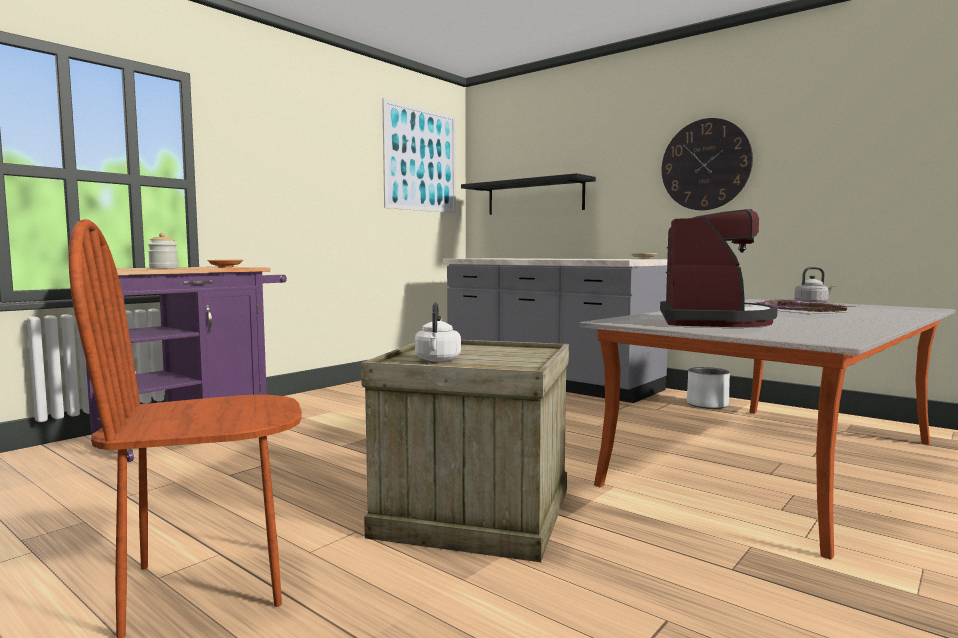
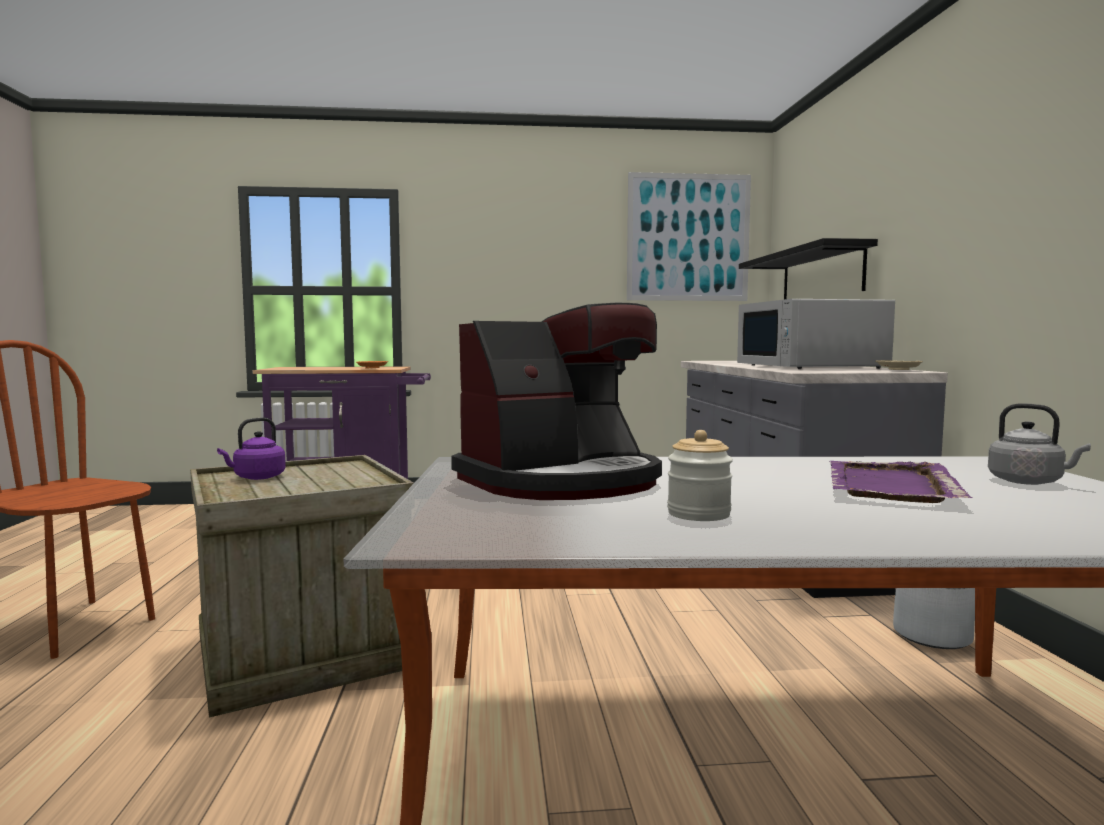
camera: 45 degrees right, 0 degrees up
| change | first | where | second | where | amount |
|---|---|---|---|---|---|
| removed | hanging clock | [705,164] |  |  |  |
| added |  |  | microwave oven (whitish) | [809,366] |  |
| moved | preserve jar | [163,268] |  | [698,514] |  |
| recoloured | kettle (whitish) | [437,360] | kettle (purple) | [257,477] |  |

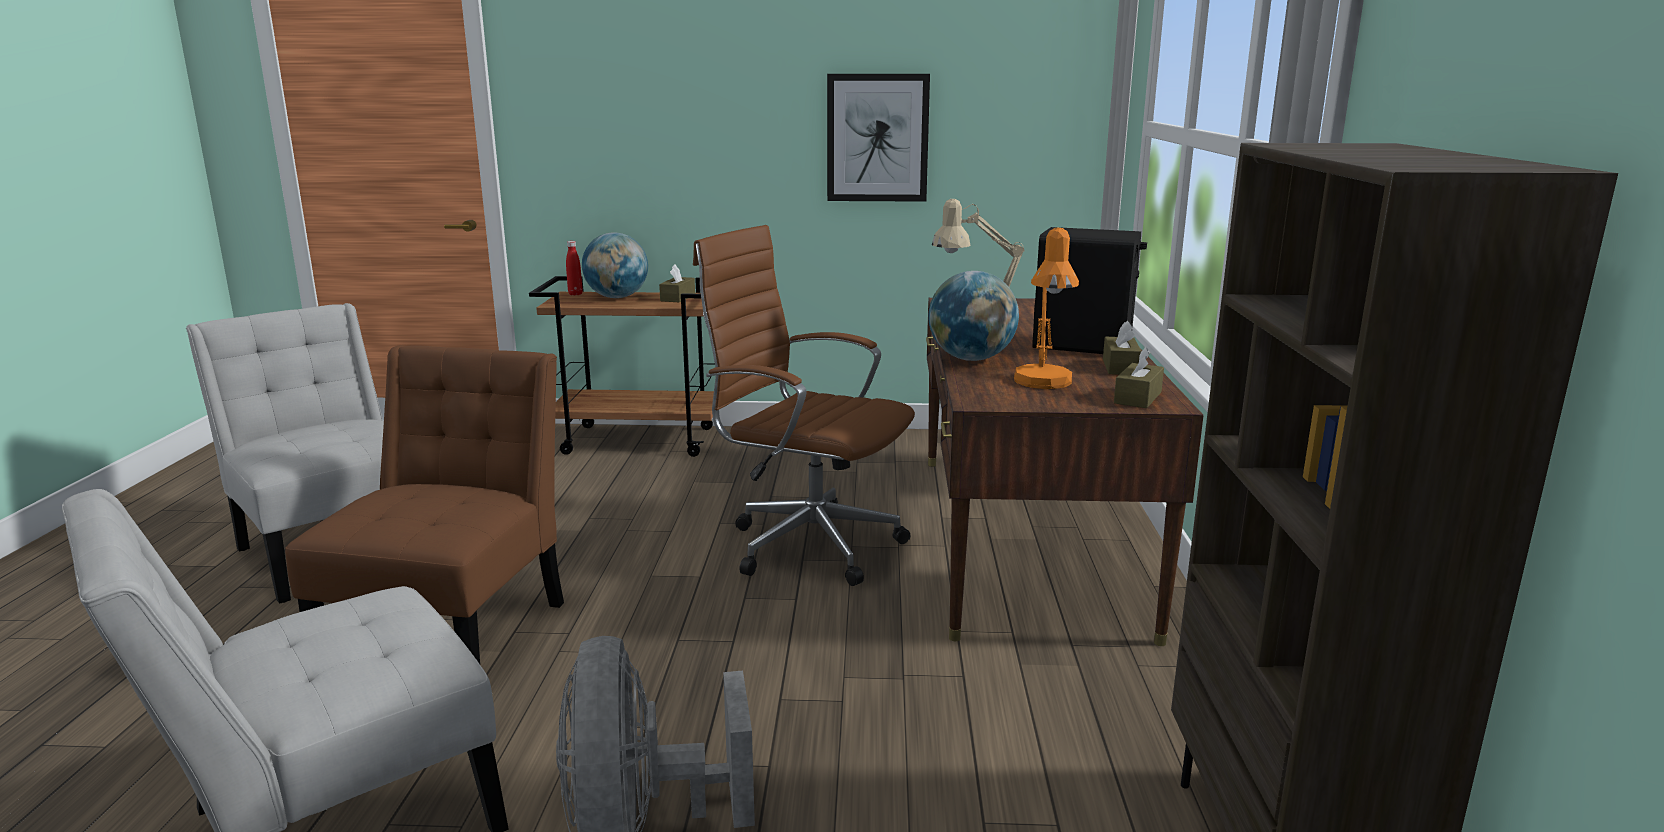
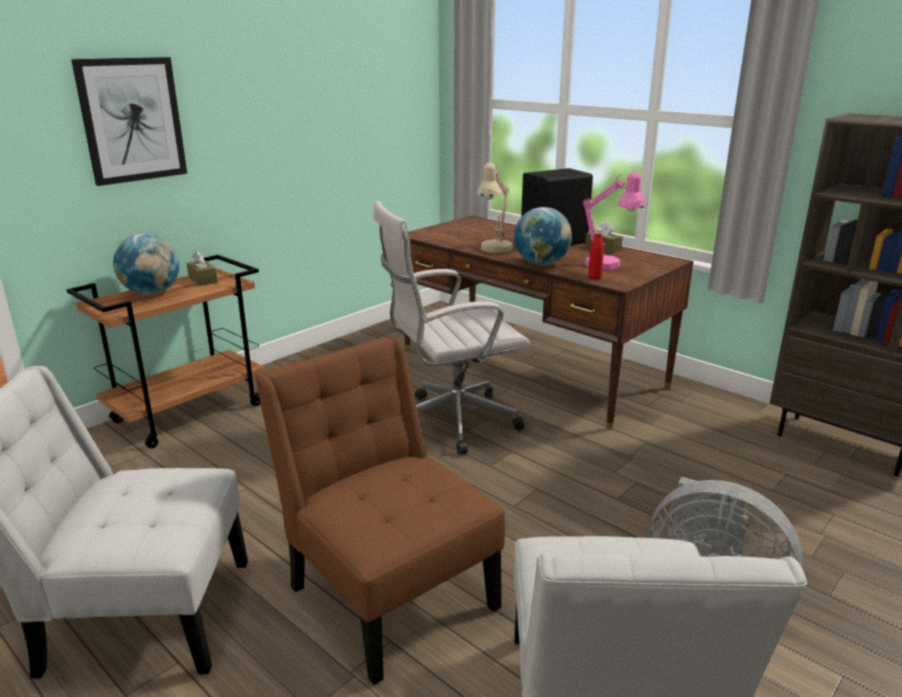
camera: 50 degrees left, 5 degrees up
| change | first | where | second | where | amount |
|---|---|---|---|---|---|
| removed | tissue holder (brown-coloured) | [1137,397] |  |  |  |
| moved | beverage bottle (red-coloured) | [575,294] |  | [594,277] |  |
| moved | picture | [877,138] |  | [132,120] |  |
| recoloured | office chair (brown-coloured) | [807,544] | office chair (whitish) | [450,422] |  |
| recoloured | tabletop lamp (orangey) | [1044,384] | tabletop lamp (pink) | [609,266] |  |

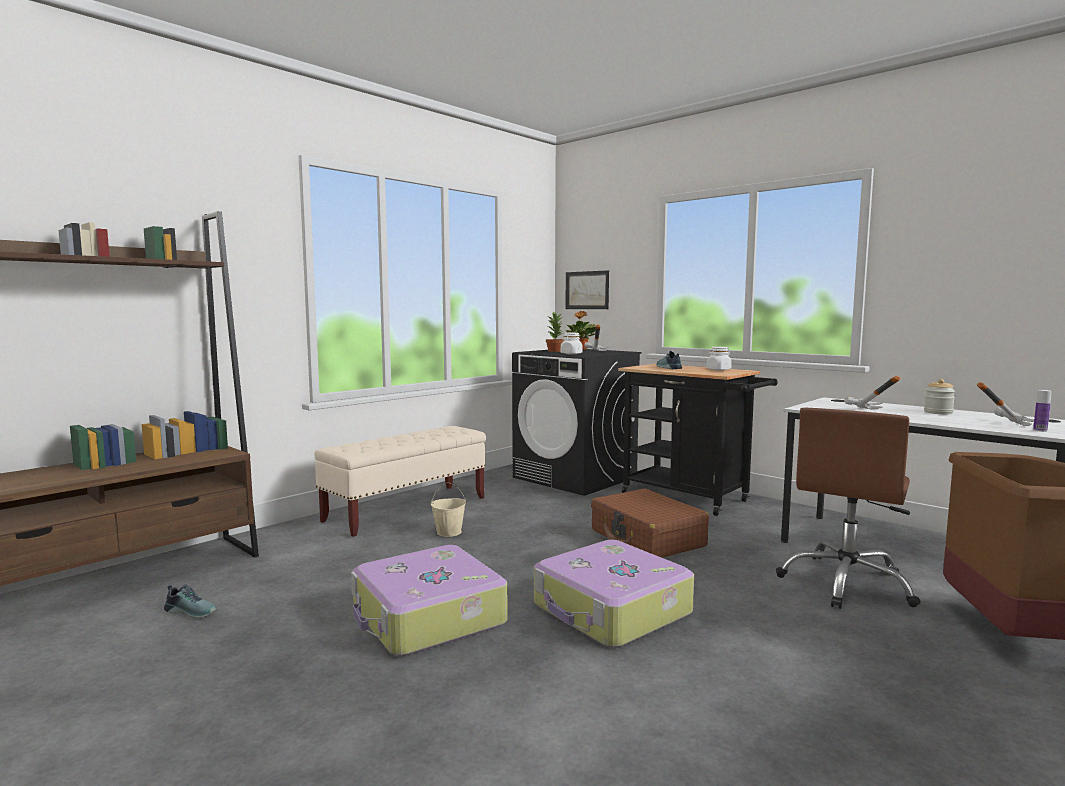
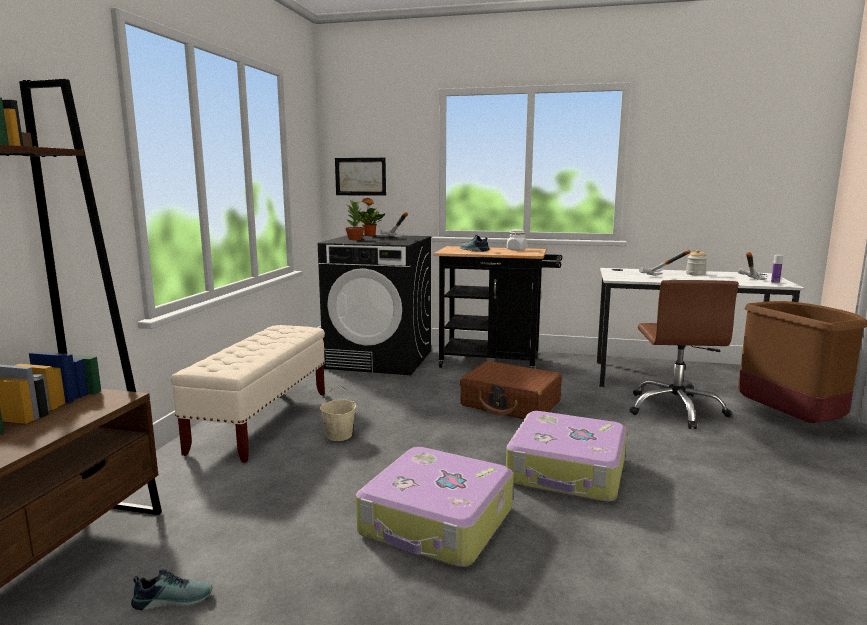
camera: 30 degrees left, 5 degrees up
| change | first | where | second | where | amount |
|---|---|---|---|---|---|
| removed | preserve jar (whitish) | [571,354] |  |  |  |

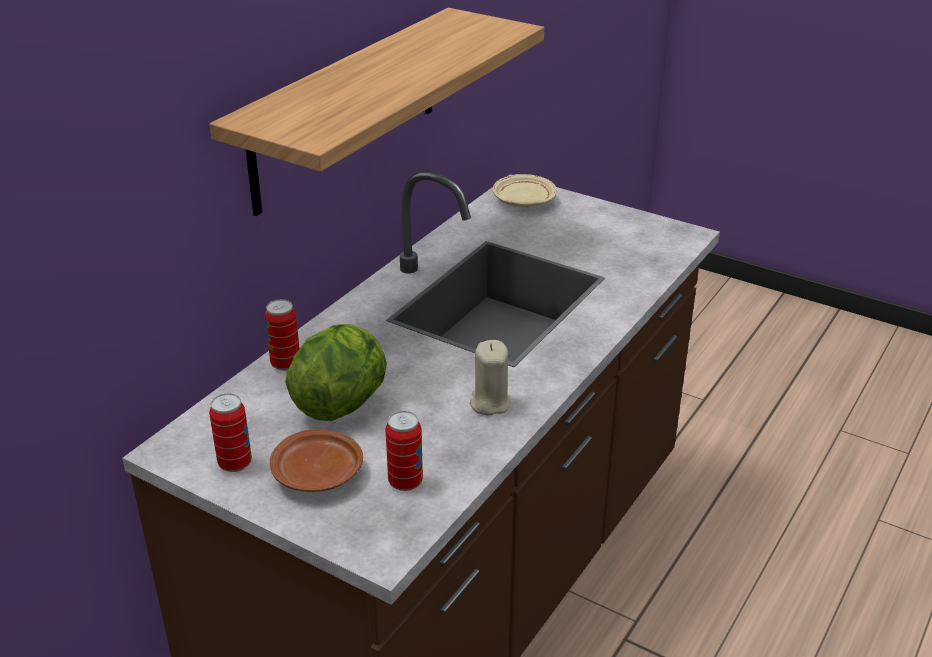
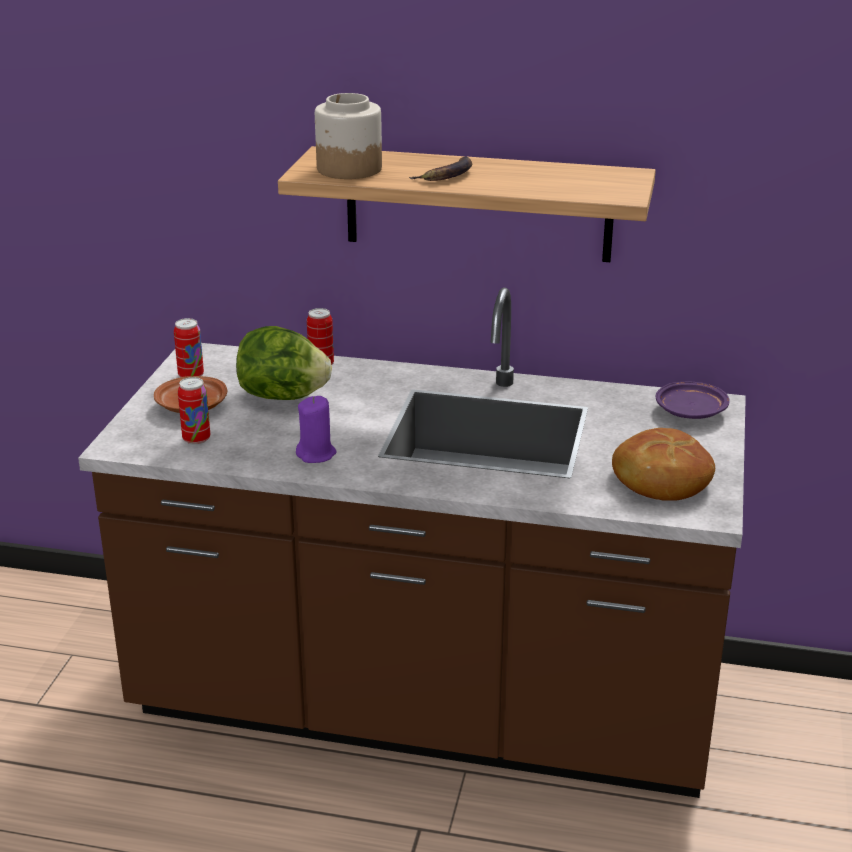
camera: 70 degrees right, 5 degrees down
| change | first | where | second | where | amount |
|---|---|---|---|---|---|
| added |  |  | preserve jar | [348,169] |  |
| added |  |  | banana fruit | [447,175] |  |
| added |  |  | bakery bread | [660,479] |  |
| recoloured | wax candle (beige) | [489,403] | wax candle (purple) | [316,454] |  |
| recoloured | dinner plate (beige) | [523,201] | dinner plate (purple) | [691,411] |  |

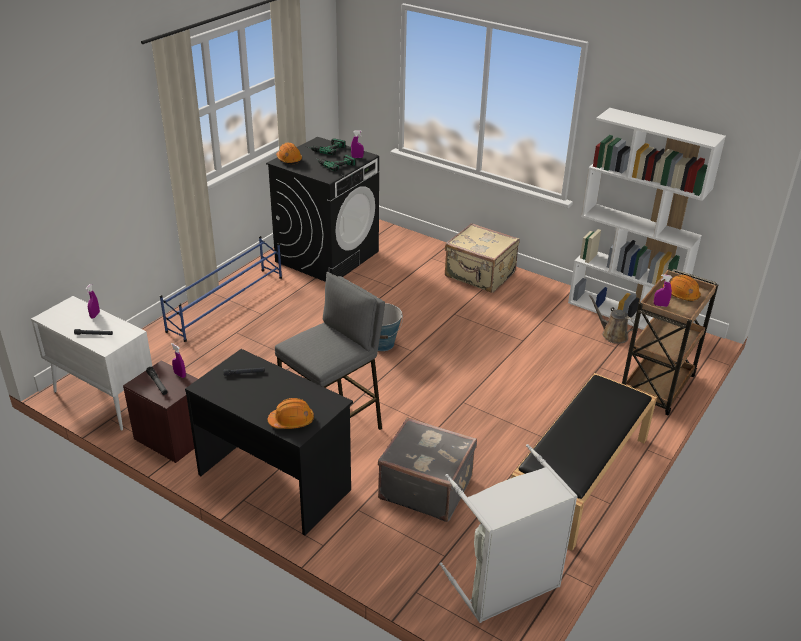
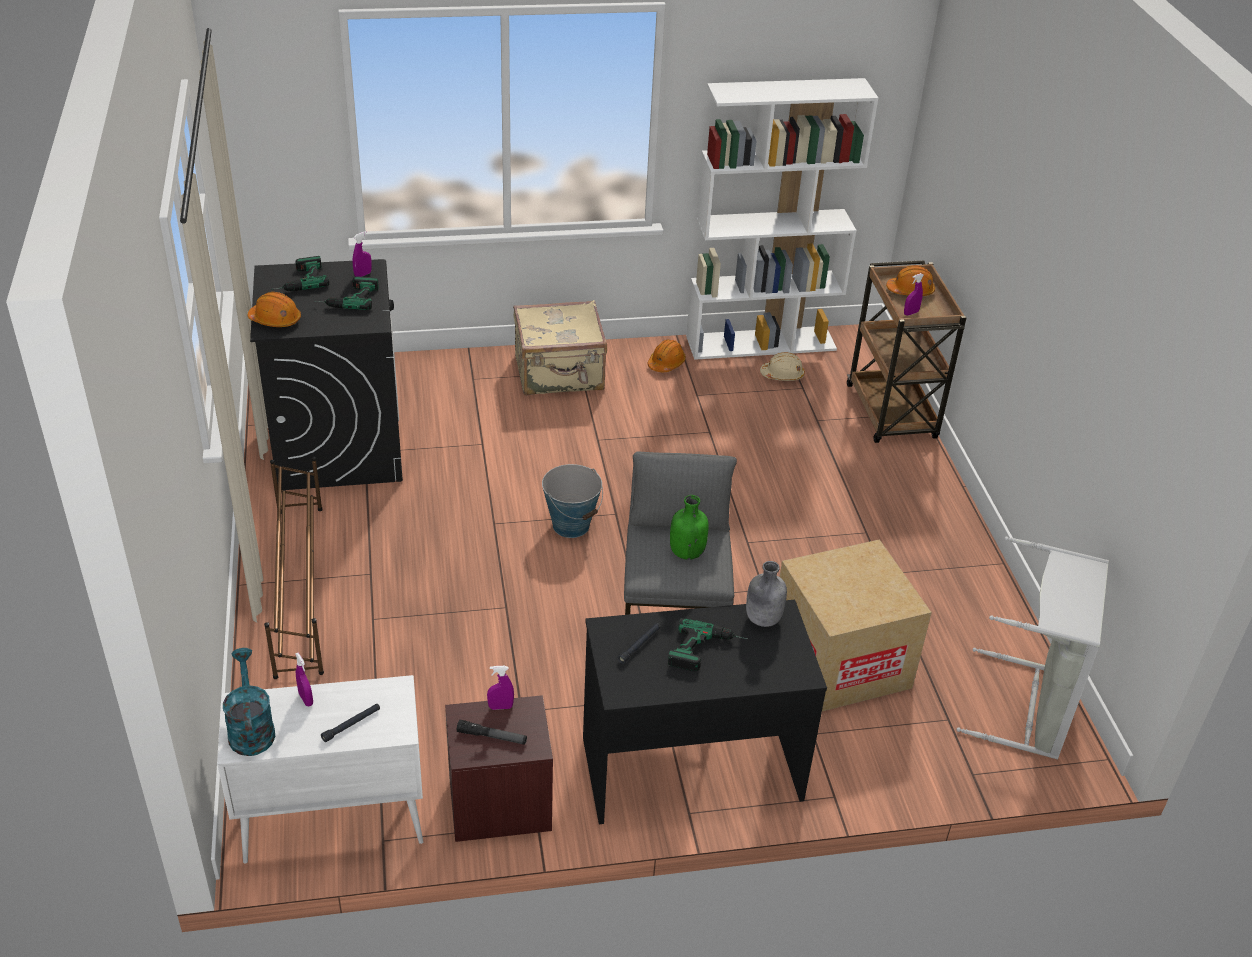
camera: 45 degrees left, 5 degrees up
| change | first | where | second | where | amount |
|---|---|---|---|---|---|
| removed | indoor bench (black-coloured) | [580,478] |  |  |  |
| added |  |  | watering pot (turquoise-coloured) | [250,728] |  |
| added |  |  | electric drill | [707,651] |  |
| added |  |  | beverage bottle (greenish) | [686,552] |  |
| added |  |  | beverage bottle (grey) | [762,619] |  |
| moved | safety helmet (orangey) | [291,421] |  | [666,363] |  |
| replaced | piece of luggage (grey) | [426,487] | cardboard box | [840,662] |  |
| replaced | watering pot (brown-coloured) | [612,335] | safety helmet (beige) | [782,375] |  |
| recoloured | shoe stand (blue) | [227,303] | shoe stand (brown-coloured) | [300,587] |  |

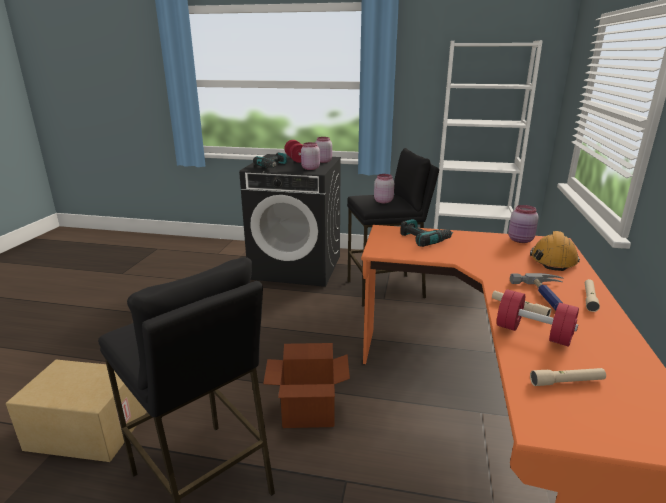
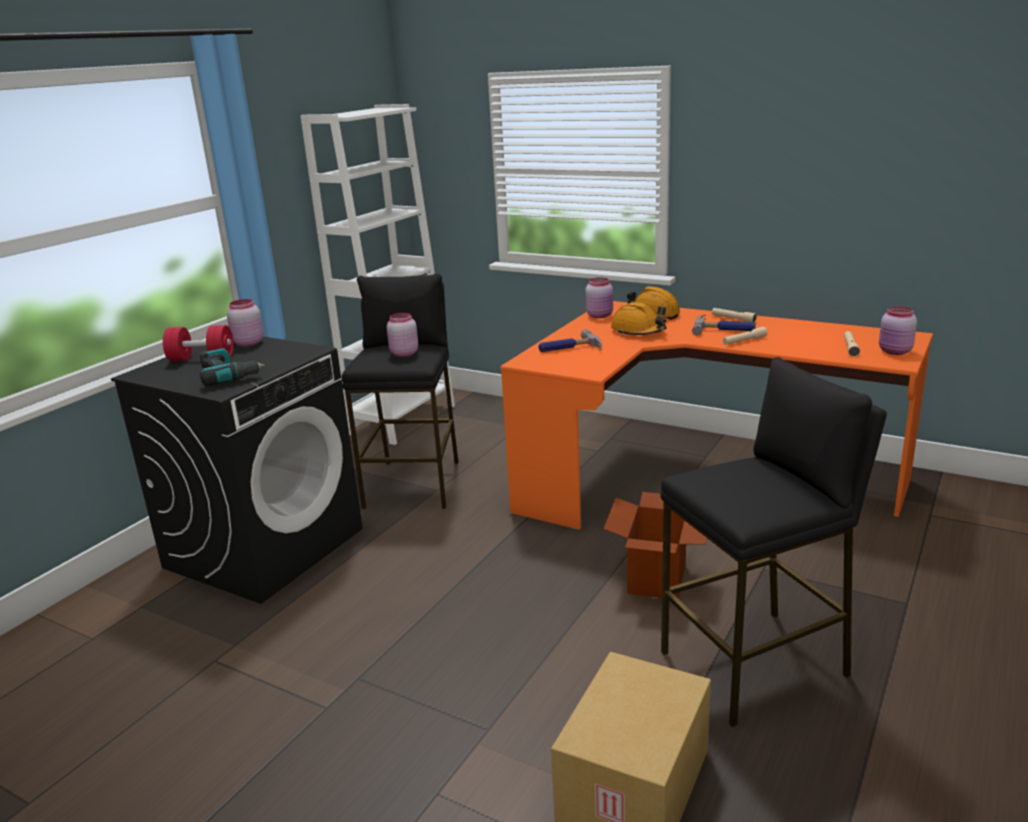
camera: 70 degrees left, 0 degrees up
| change | first | where | second | where | amount |
|---|---|---|---|---|---|
| removed | hand weight (red-coloured) | [533,333] |  |  |  |
| added |  |  | safety helmet (orangey) | [638,331] |  |
| moved | preserve jar (pink) | [310,168] |  | [895,351] |  |
| replaced | electric drill | [424,239] | hand hammer | [569,349] |  |

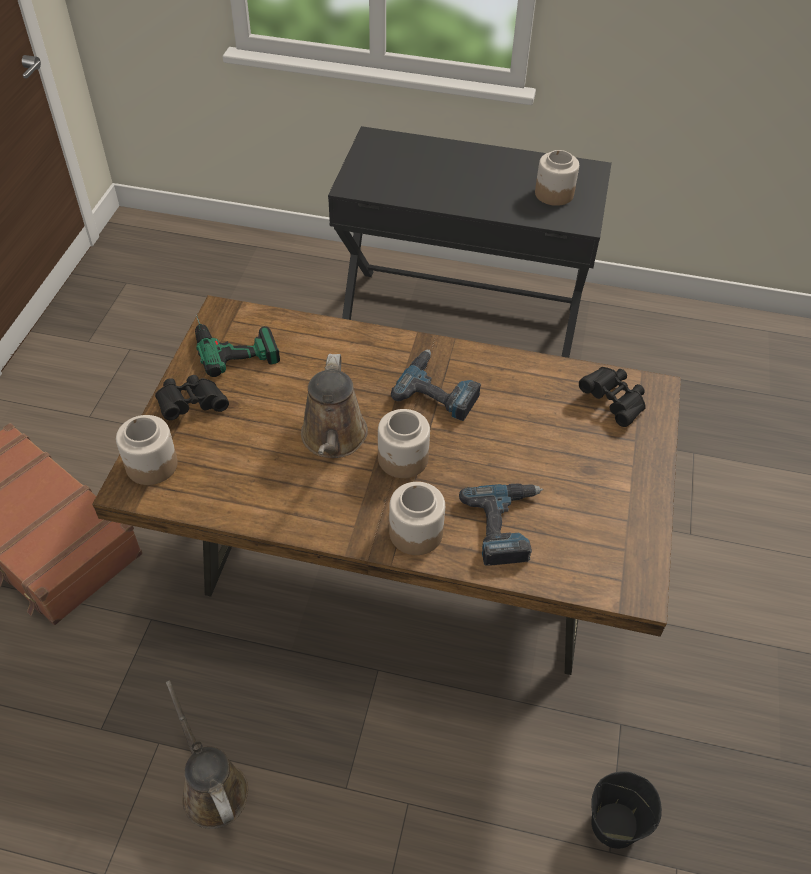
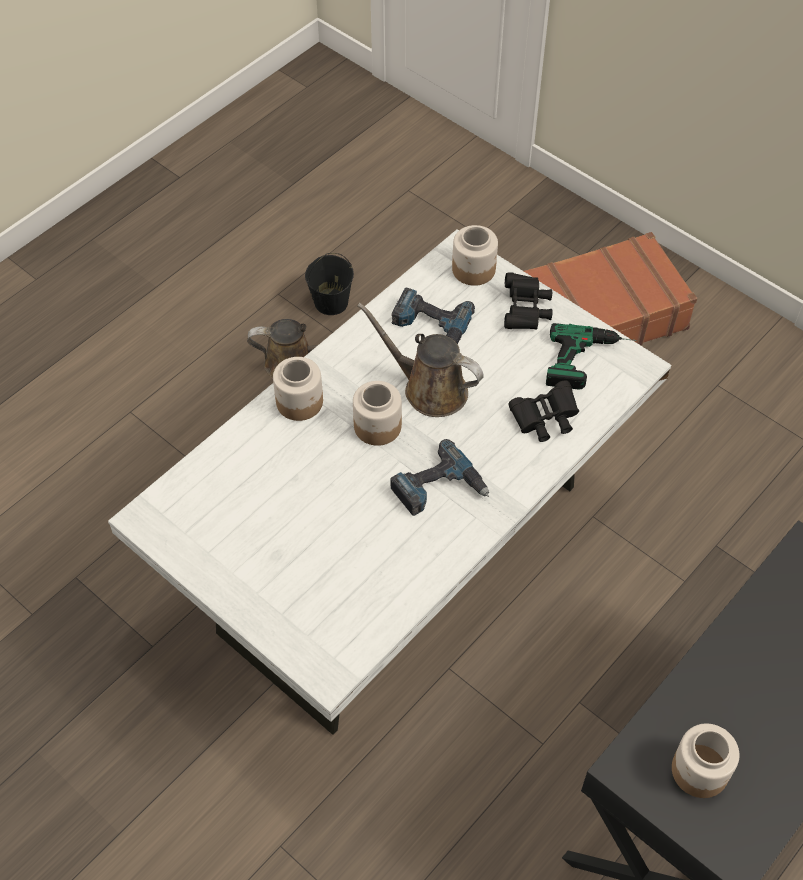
camera: 120 degrees right, 5 degrees up
| change | first | where | second | where | amount |
|---|---|---|---|---|---|
| moved | electric drill | [506,526] |  | [430,326] |  |
| moved | pair of binoculars (black-coloured) | [613,402] |  | [544,420] |  |
| moved | water bucket (black-coloured) | [614,825] |  | [331,302] |  |
| recoloured | dining table (brown-coloured) | [404,567] | dining table (whitish) | [400,561] |  |

